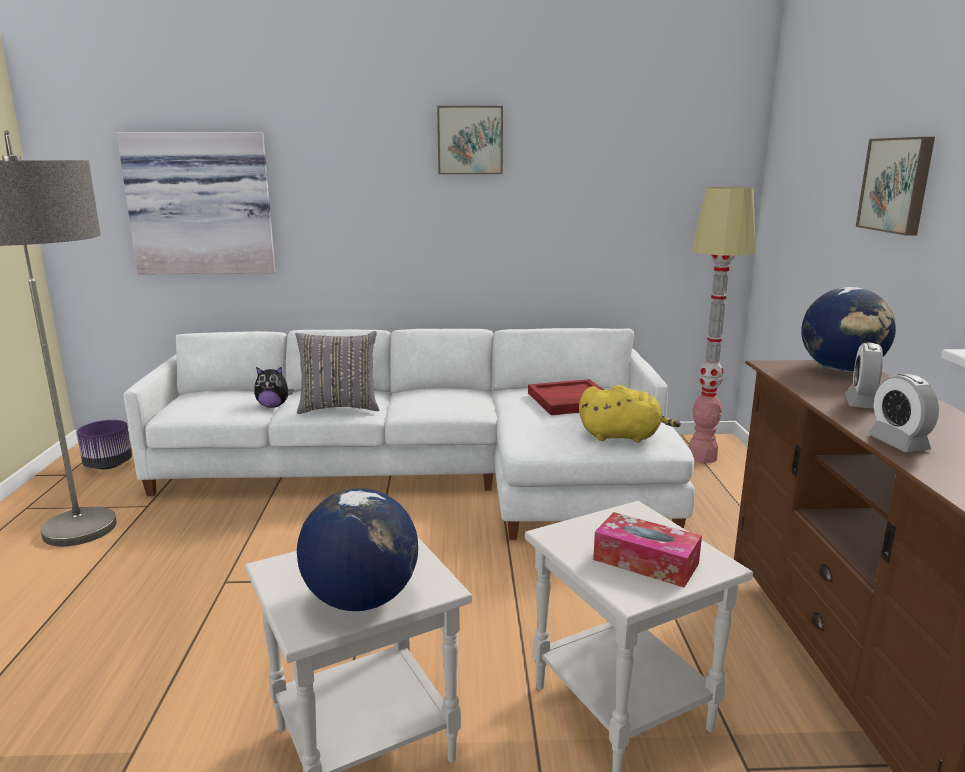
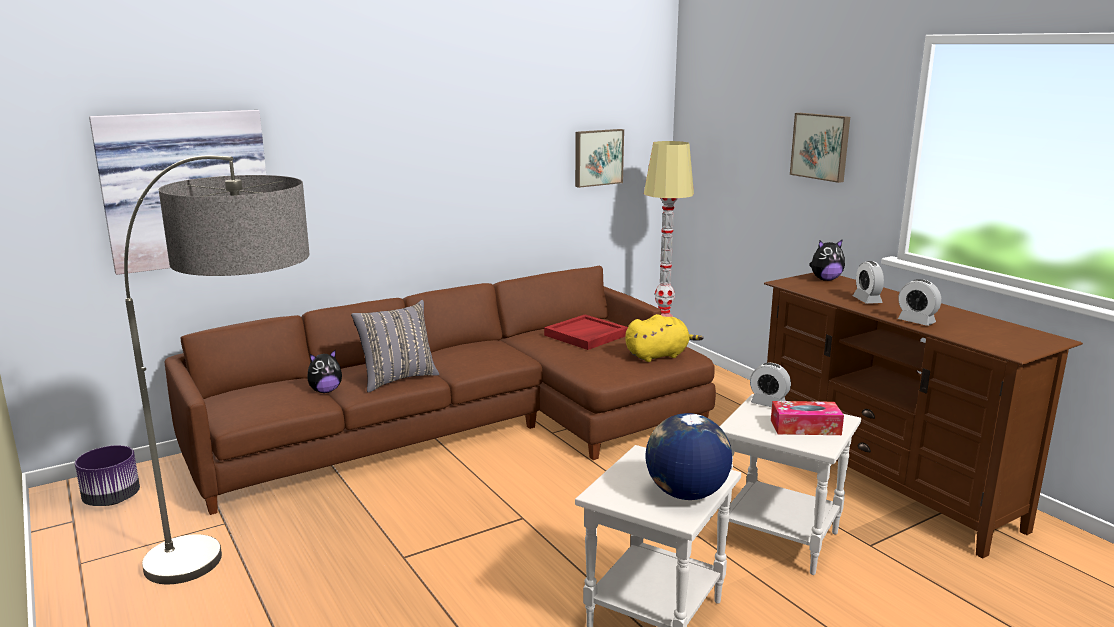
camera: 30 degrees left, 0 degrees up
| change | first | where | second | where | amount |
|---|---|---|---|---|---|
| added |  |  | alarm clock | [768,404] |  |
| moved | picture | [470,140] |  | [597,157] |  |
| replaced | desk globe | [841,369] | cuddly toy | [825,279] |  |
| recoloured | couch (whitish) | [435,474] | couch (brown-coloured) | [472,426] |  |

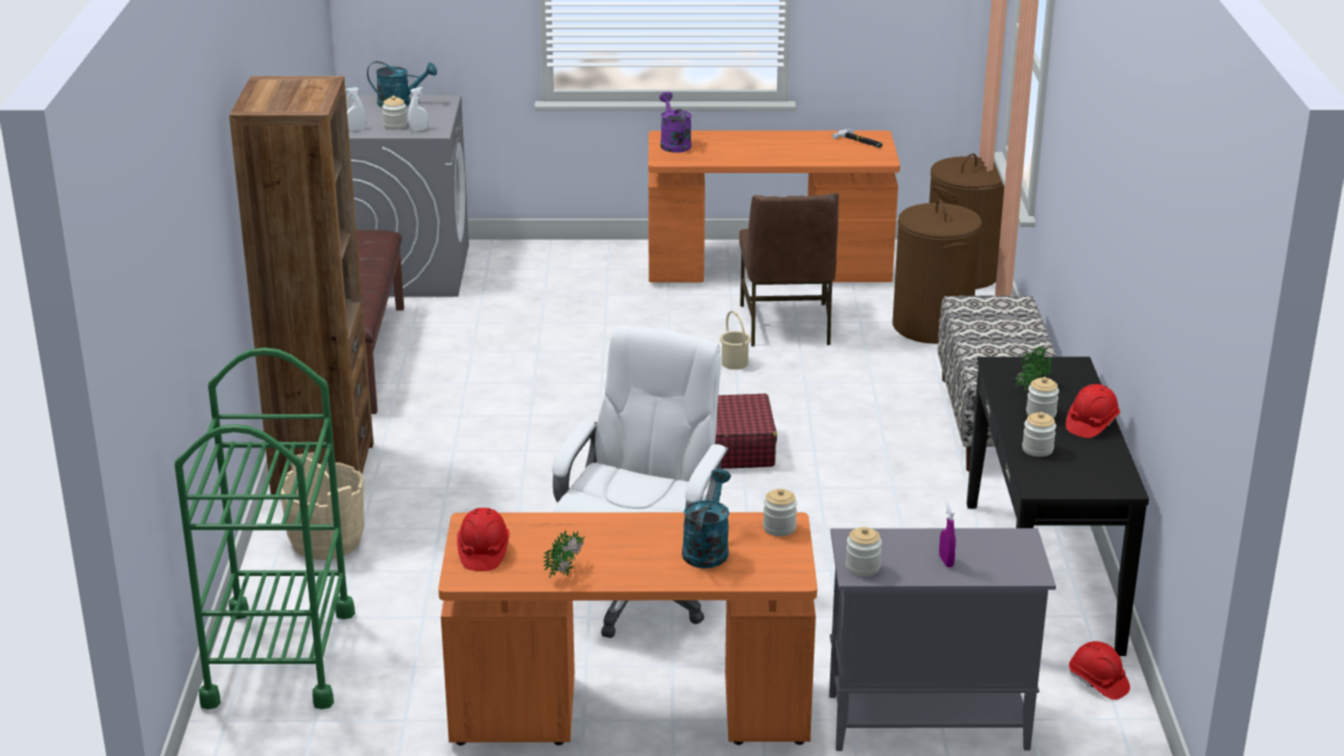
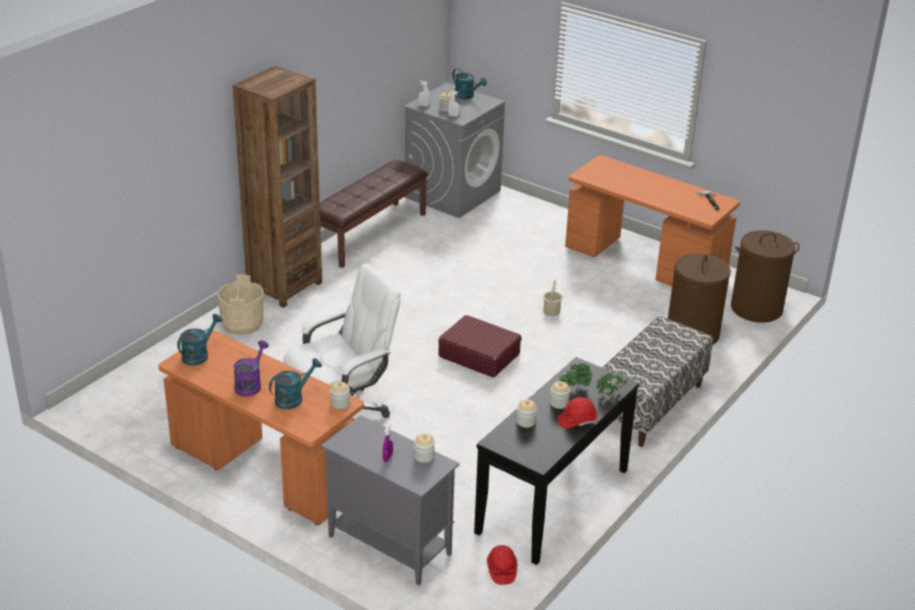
camera: 35 degrees right, 5 degrees up
| change | first | where | second | where | amount |
|---|---|---|---|---|---|
| removed | cart (greenish) | [279,657] |  |  |  |
| removed | chair (brown-coloured) | [786,325] |  |  |  |
| moved | houseplant | [568,571] |  | [611,394] |  |
| moved | watering pot (purple) | [673,144] |  | [250,385] |  |
| moved | preserve jar | [862,567] |  | [424,456] |  |
| replaced | safety helmet (red-coloured) | [483,552] | watering pot (turquoise-coloured) | [199,355] |  |

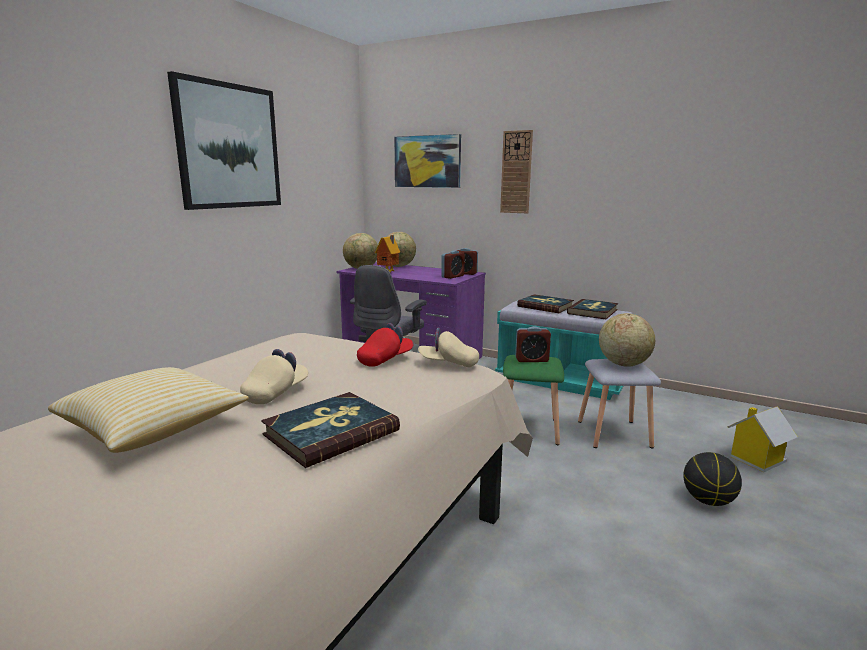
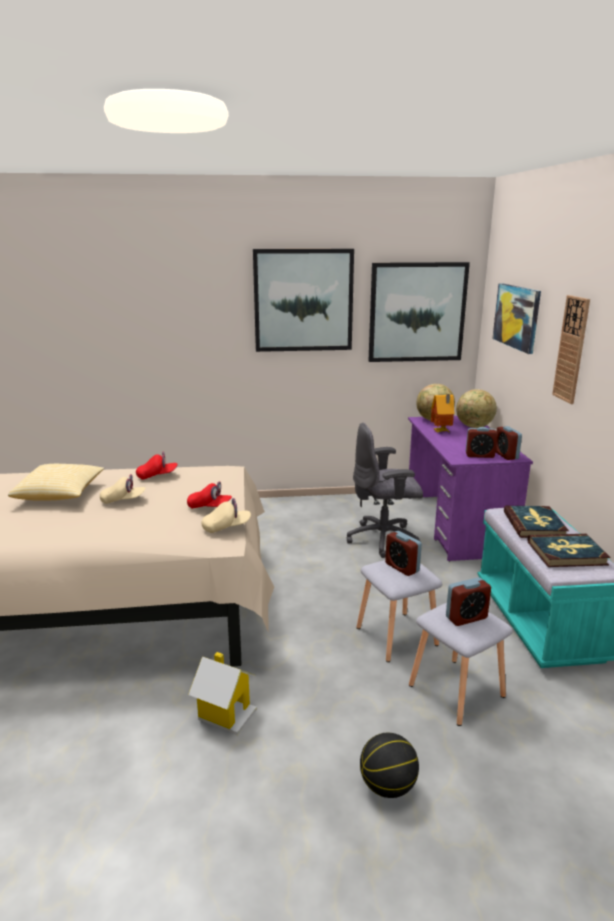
camera: 55 degrees right, 5 degrees up
| change | first | where | second | where | amount |
|---|---|---|---|---|---|
| removed | bound book | [330,432] |  |  |  |
| added |  |  | baseball cap (red-coloured) | [157,476] |  |
| added |  |  | picture | [417,312] |  |
| moved | miniature house | [756,459] |  | [225,713] |  |
| replaced | desk globe | [623,364] | alarm clock | [466,617] |  |
| recoloured | stool (greenish) | [530,429] | stool (grey) | [398,636] |  |
| turned | baseball cap (beige) | [448,364] |  | [226,527] | 105 degrees clockwise |

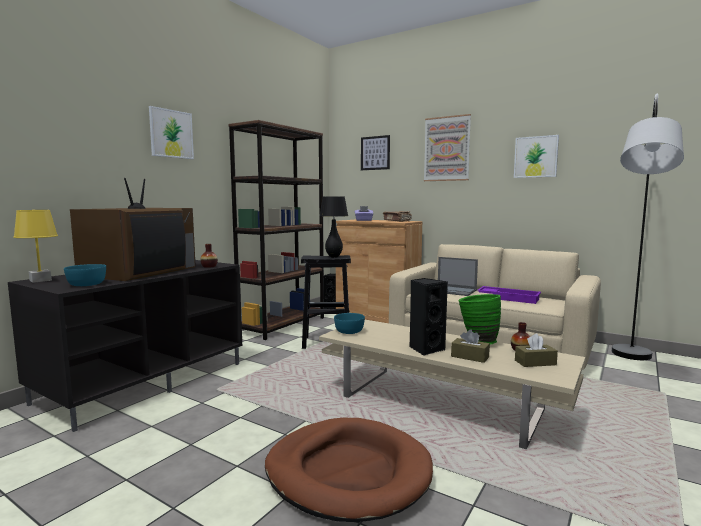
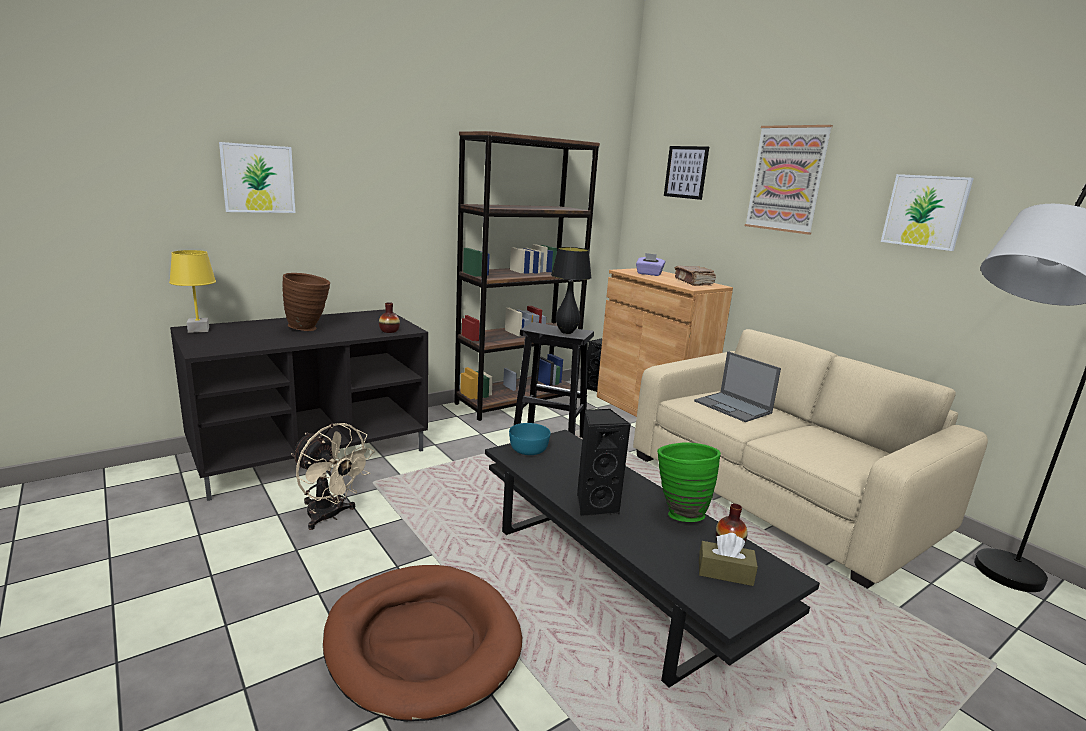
camera: 20 degrees right, 10 degrees up
| change | first | where | second | where | amount |
|---|---|---|---|---|---|
| removed | deep dish (turquoise-coloured) | [87,284] |  |  |  |
| removed | tissue holder (brown-coloured) | [470,357] |  |  |  |
| removed | serving tray (purple) | [509,298] |  |  |  |
| added |  |  | fan (beige) | [330,516] |  |
| moved | picture | [171,134] |  | [258,178] |  |
| replaced | television | [142,271] | flower vase (brown-coloured) | [309,329] |  |
| recoloured | coffee table (beige) | [441,404] | coffee table (black-coloured) | [617,578] |  |

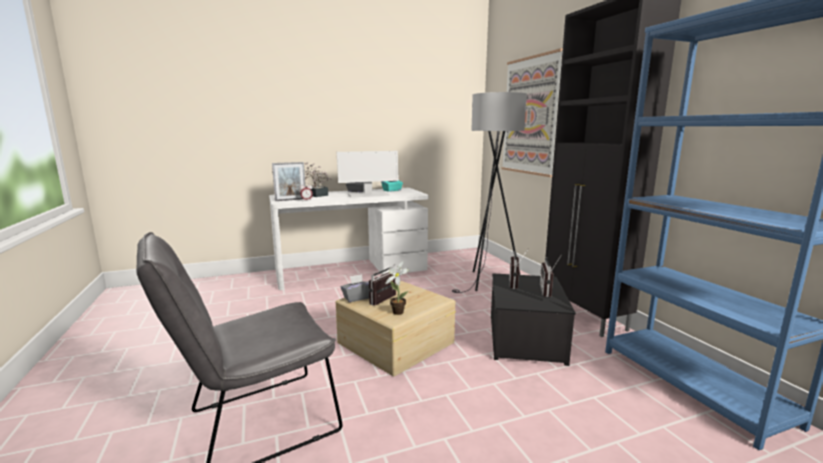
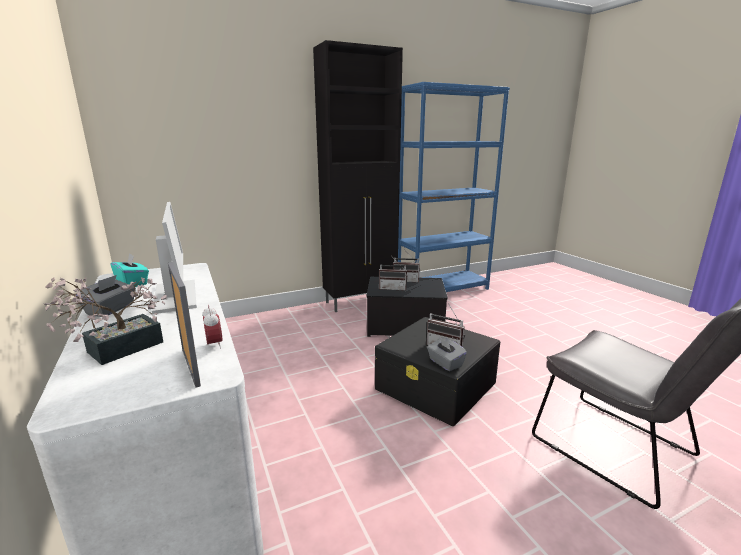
camera: 95 degrees left, 5 degrees up
| change | first | where | second | where | amount |
|---|---|---|---|---|---|
| removed | houseplant | [397,311] |  |  |  |
| removed | standing lamp (grey) | [488,283] |  |  |  |
| removed | picture | [530,116] |  |  |  |
| recoloured | storage bin (beige) | [395,342] | storage bin (black-coloured) | [436,385] |  |

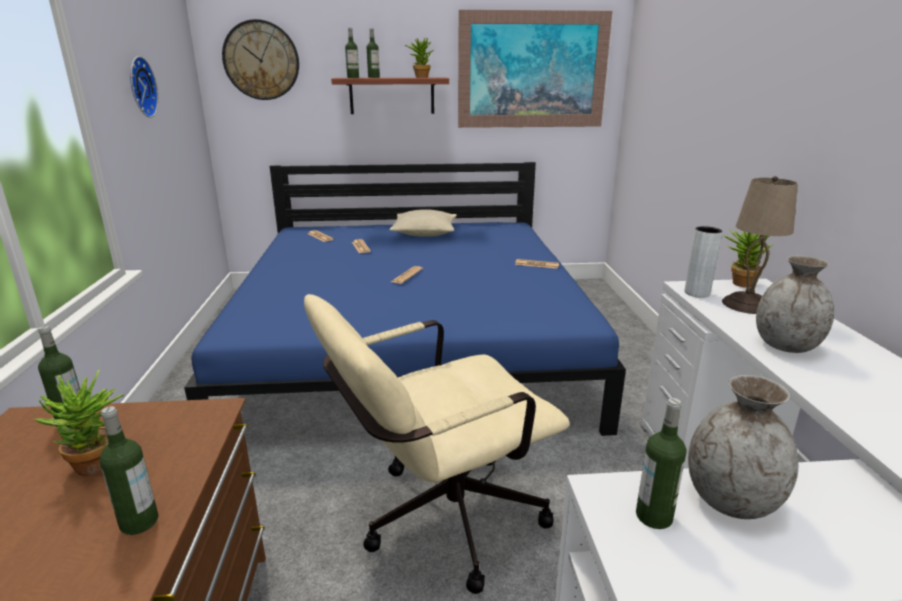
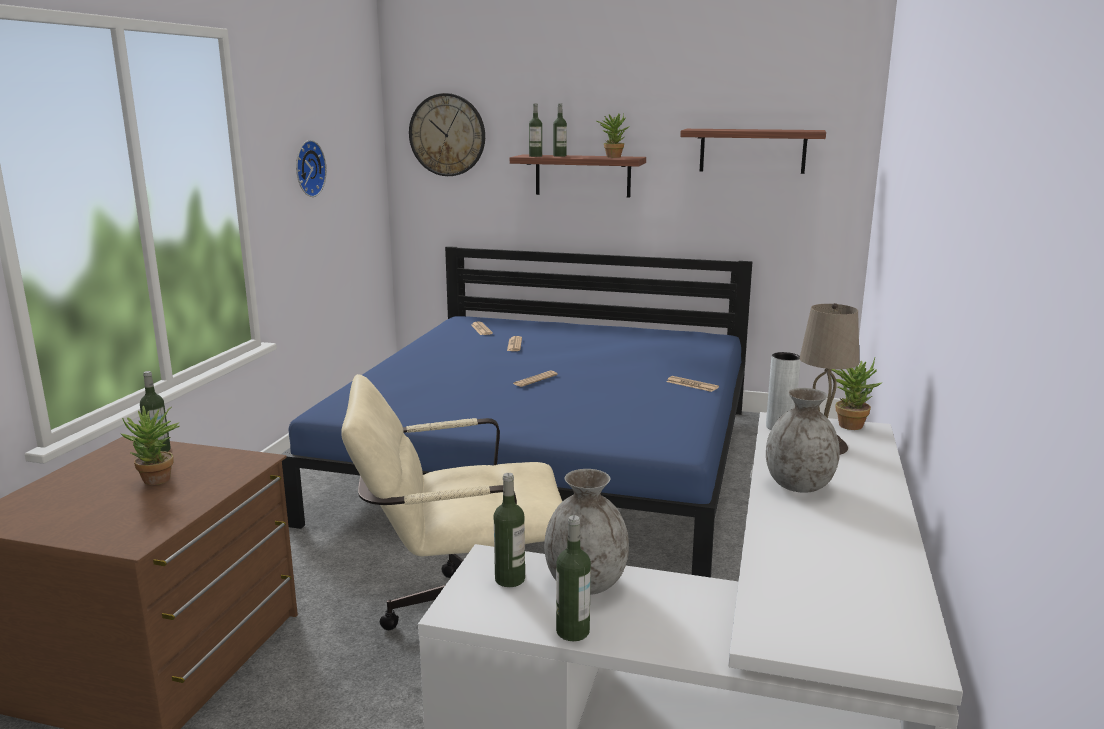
camera: 20 degrees right, 5 degrees down
| change | first | where | second | where | amount |
|---|---|---|---|---|---|
| removed | pillow (beige) | [424,233] |  |  |  |
| moved | beverage bottle | [139,522] |  | [572,631] |  |
| replaced | picture | [532,70] | shelf | [752,151] |  |

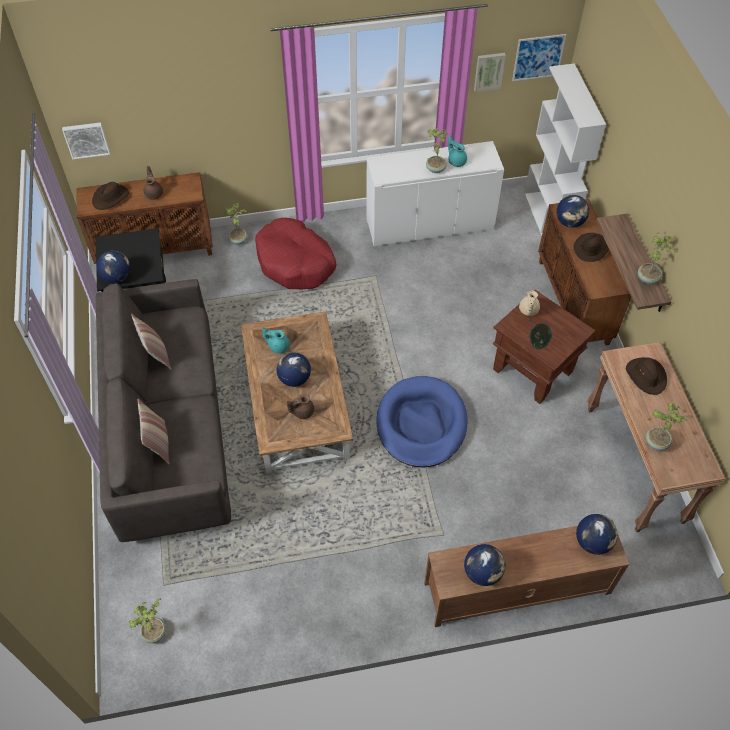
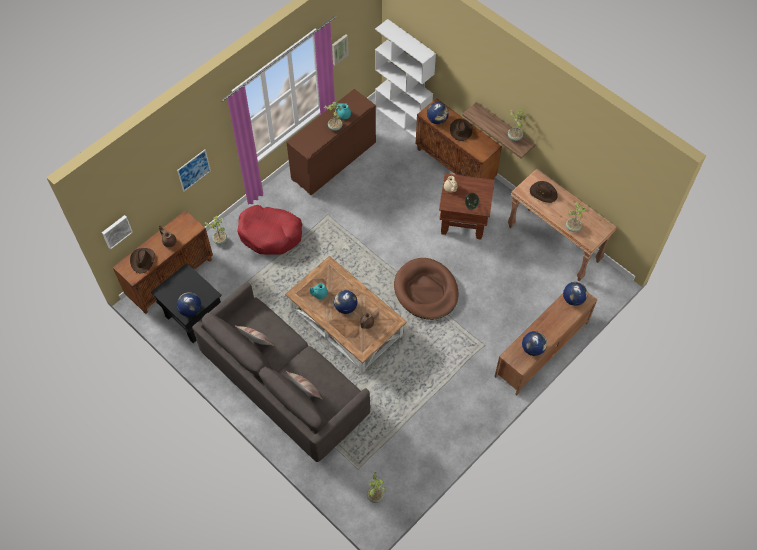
camera: 35 degrees left, 5 degrees up
| change | first | where | second | where | amount |
|---|---|---|---|---|---|
| moved | picture | [538,57] |  | [194,170] |  |
| recoloured | storage cabinet (whitish) | [429,224] | storage cabinet (brown-coloured) | [333,161] |  |
| recoloured | dog cushion (blue) | [421,424] | dog cushion (brown-coloured) | [426,290] |  |

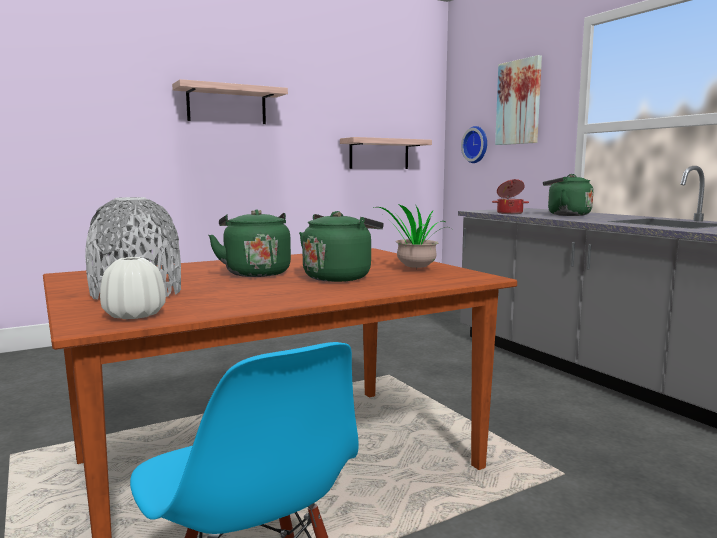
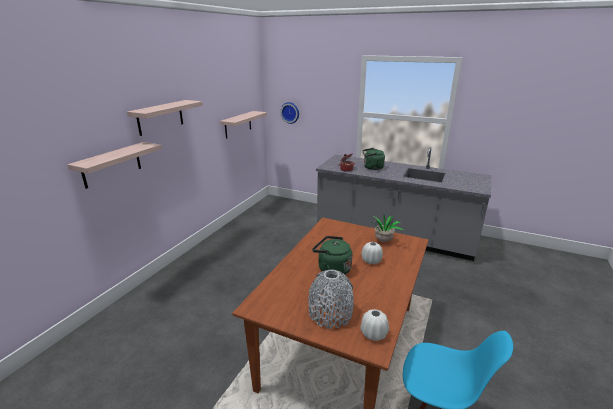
camera: 35 degrees left, 15 degrees up
| change | first | where | second | where | amount |
|---|---|---|---|---|---|
| removed | picture | [519,102] |  |  |  |
| added |  |  | shelf | [112,165] |  |
| replaced | kettle (greenish) | [339,277] | flower vase (whitish) | [371,260] |  |

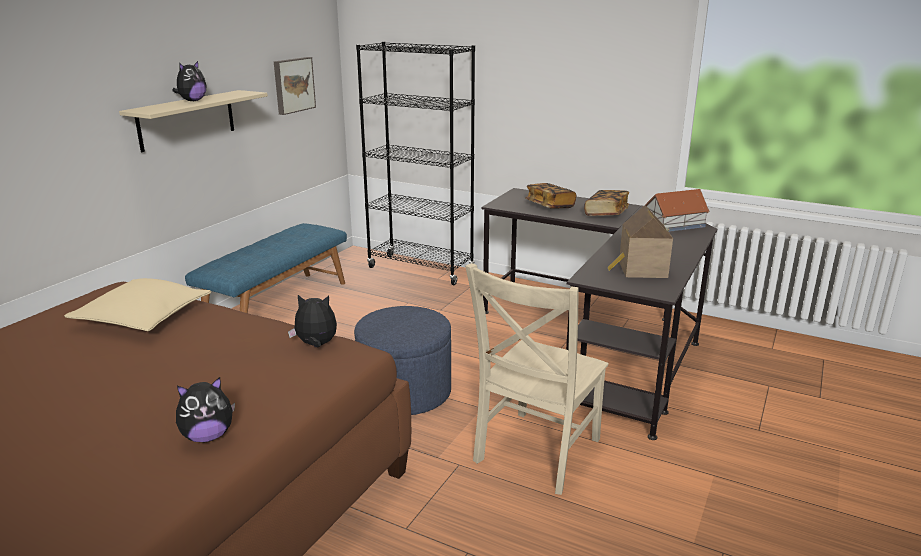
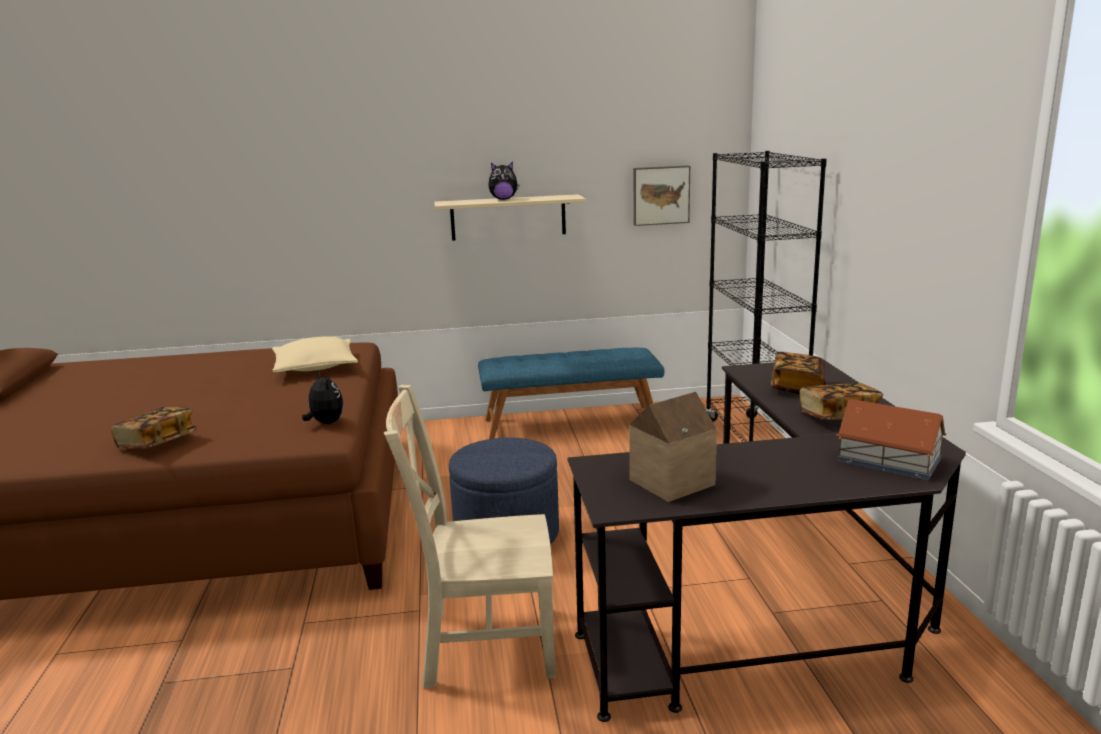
camera: 55 degrees right, 5 degrees down
| change | first | where | second | where | amount |
|---|---|---|---|---|---|
| replaced | cuddly toy | [208,436] | bound book | [157,443] |  |

